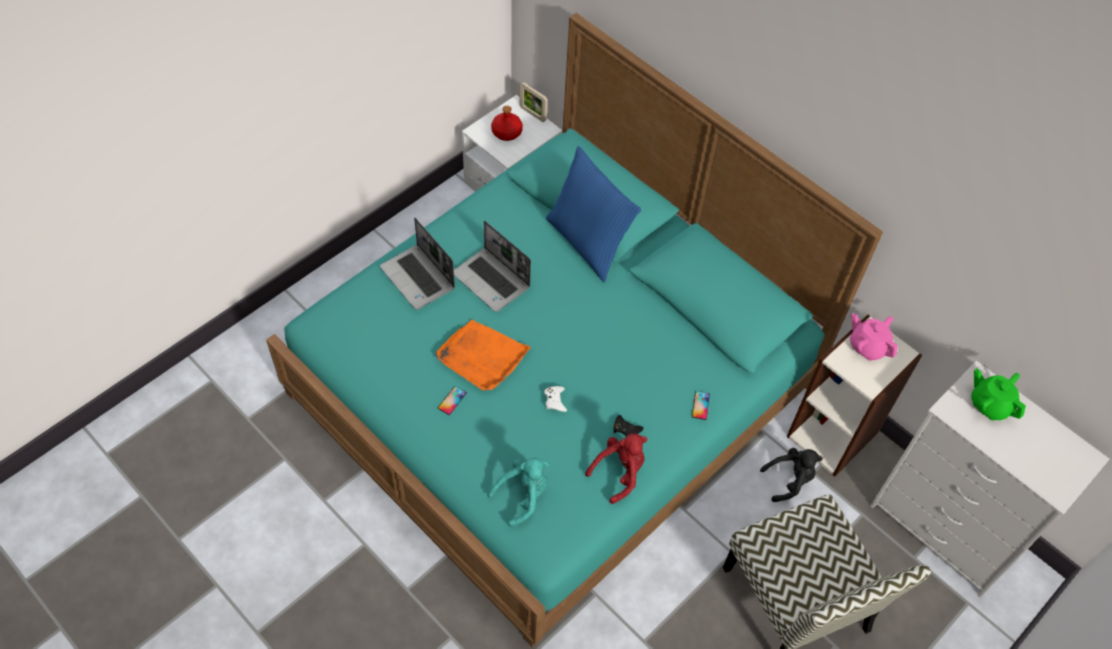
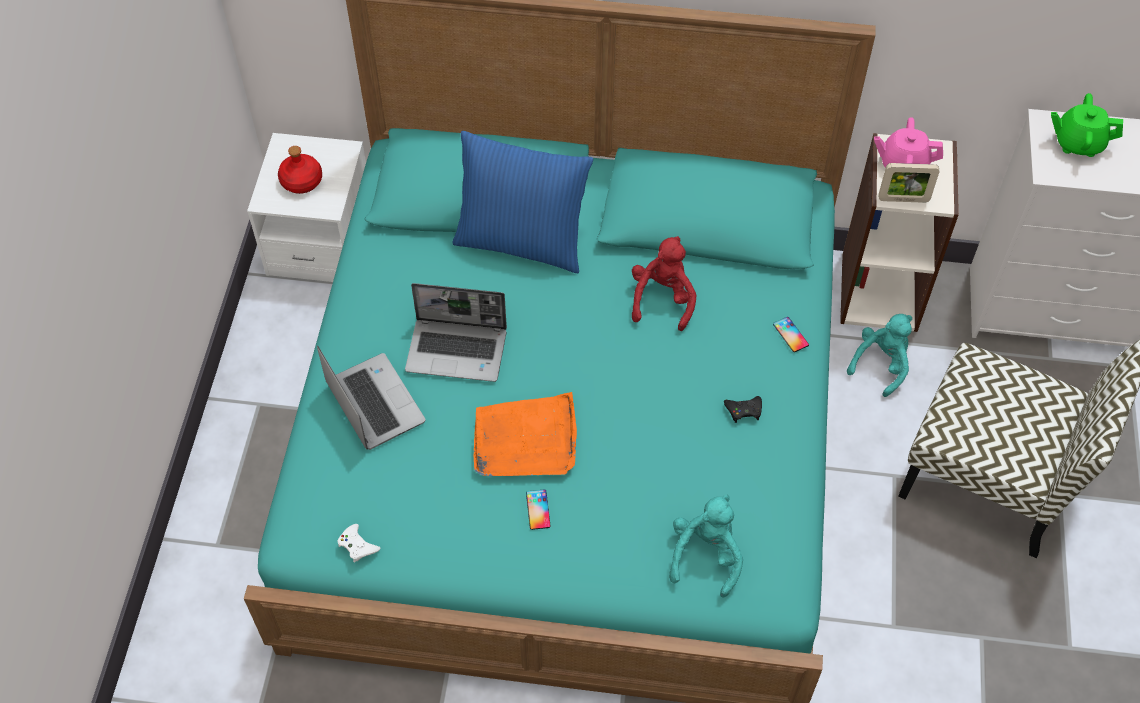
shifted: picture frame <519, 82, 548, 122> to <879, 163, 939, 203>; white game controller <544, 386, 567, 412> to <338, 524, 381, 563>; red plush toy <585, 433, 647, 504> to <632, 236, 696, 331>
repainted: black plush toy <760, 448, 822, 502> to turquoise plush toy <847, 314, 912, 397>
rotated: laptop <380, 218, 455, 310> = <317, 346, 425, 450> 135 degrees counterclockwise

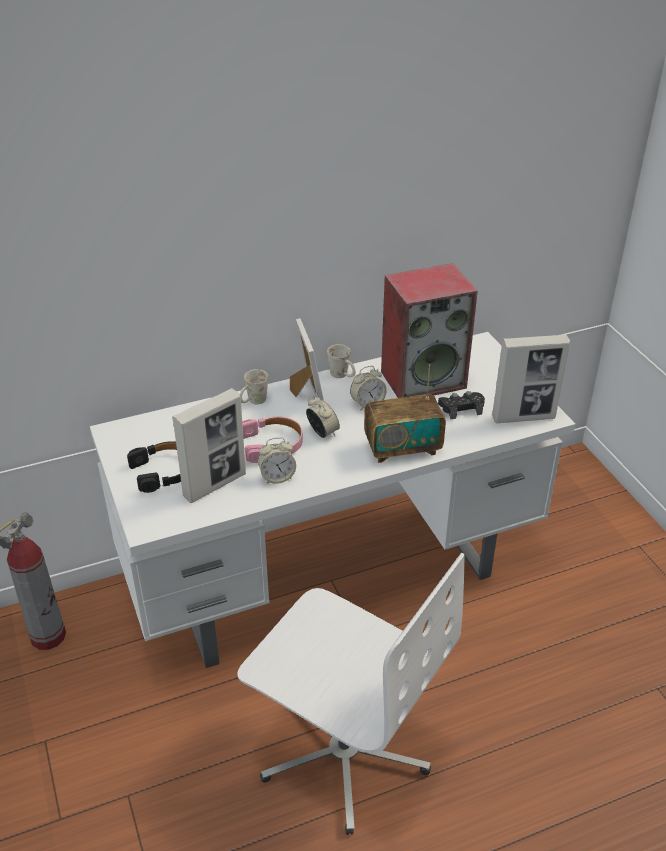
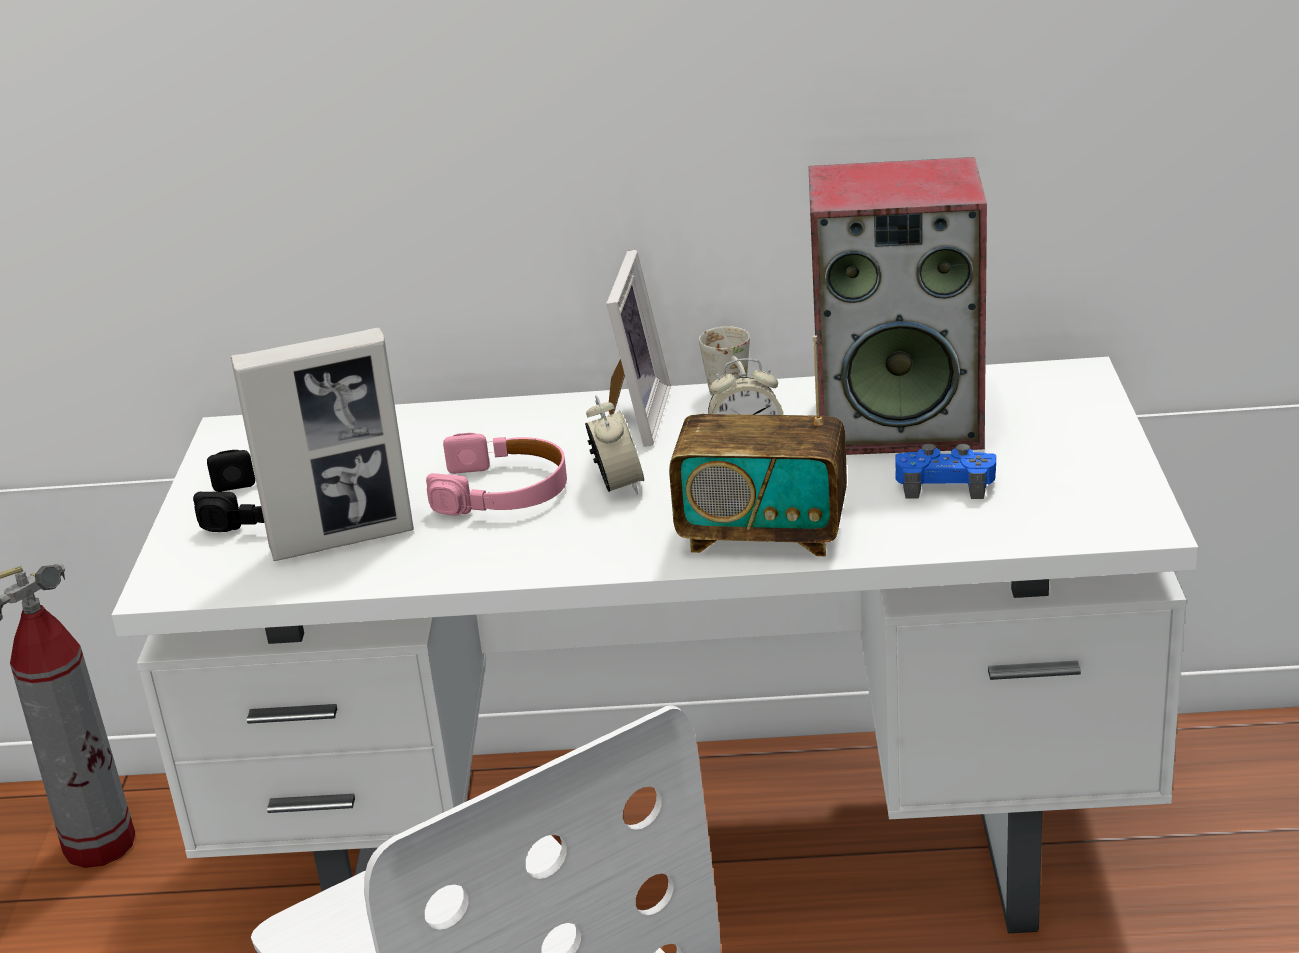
gone: white mug <240, 369, 268, 404>; alarm clock <258, 437, 296, 484>; picture frame <492, 334, 570, 423>
repainted: black game controller <438, 391, 485, 419> to blue game controller <895, 444, 996, 499>

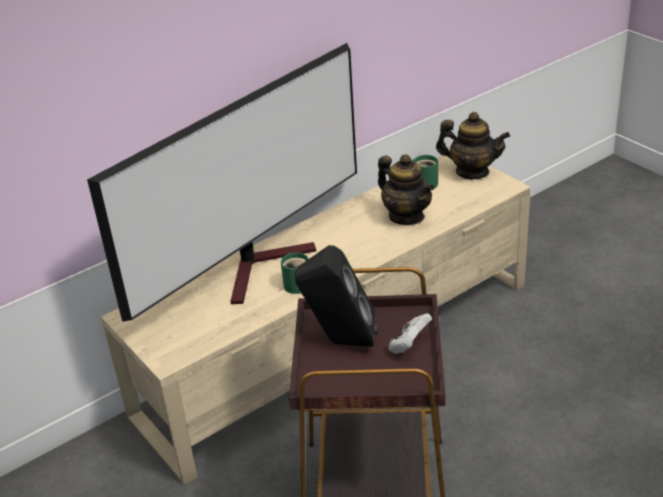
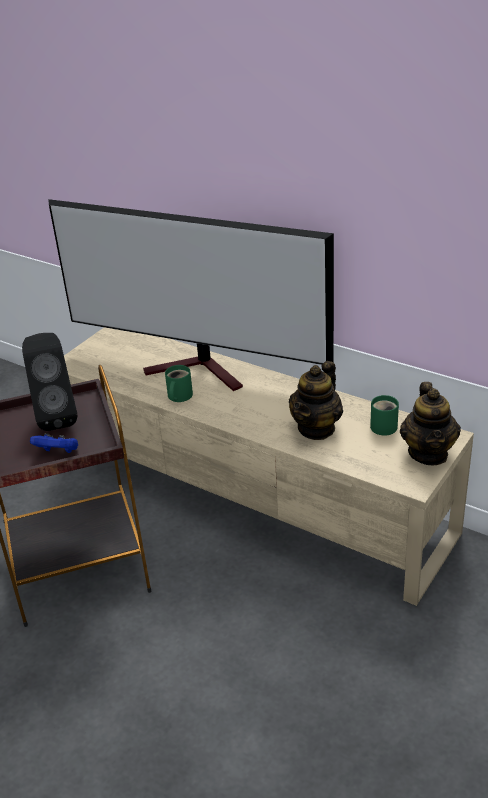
repainted: white game controller <388, 313, 432, 354> to blue game controller <30, 433, 79, 453>

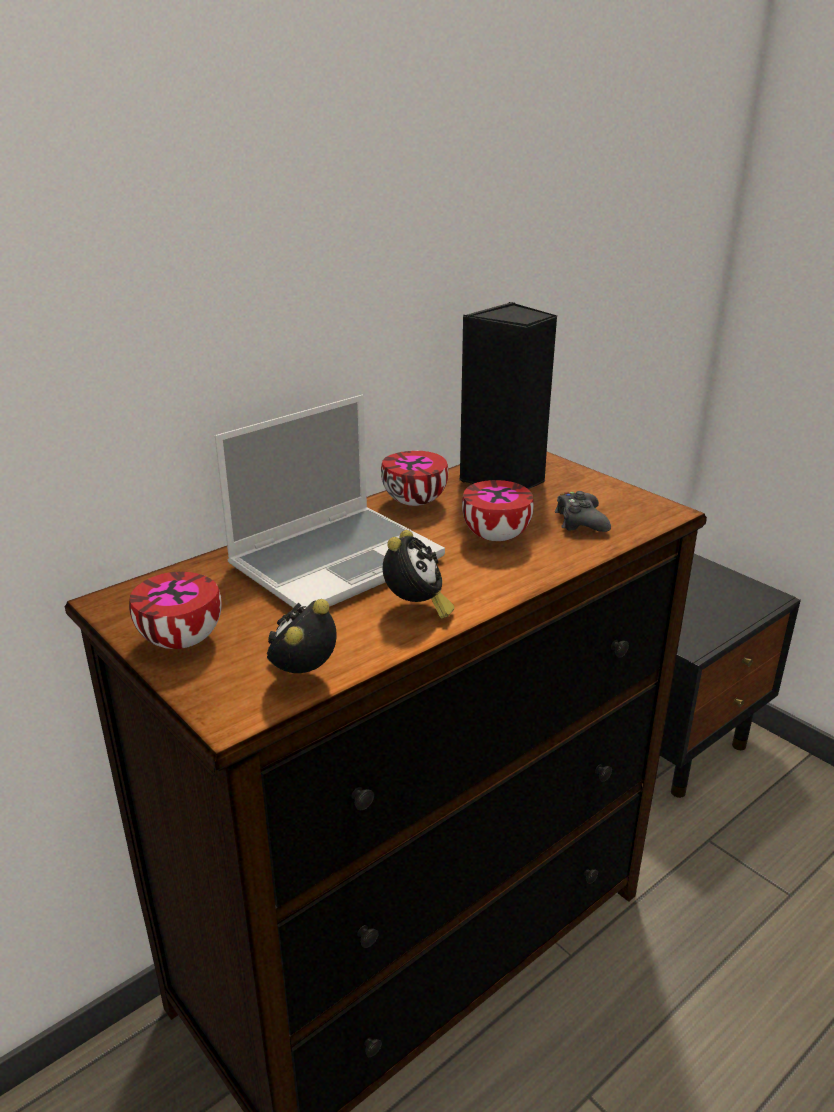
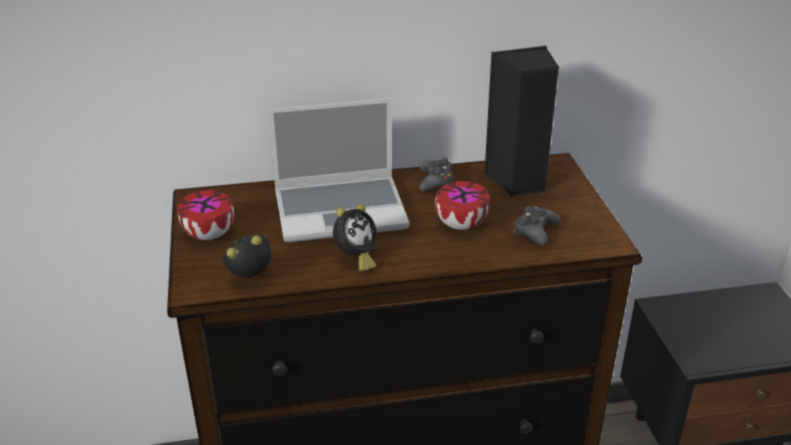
swapped: bowl <381, 451, 448, 506> to black game controller <419, 157, 453, 191>

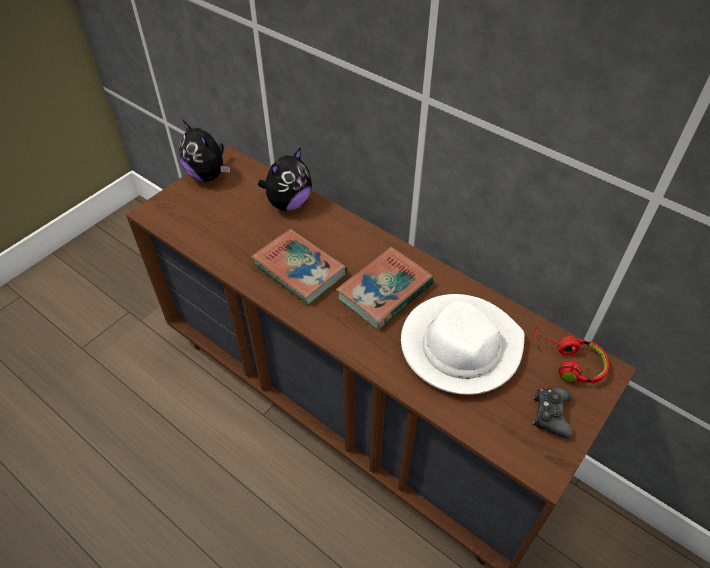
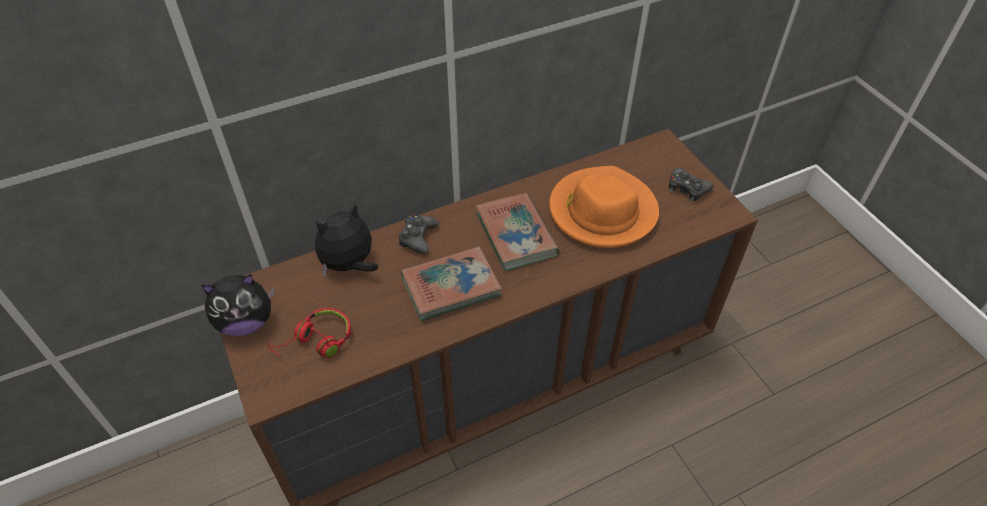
new: black game controller <399, 215, 439, 254>
shifted: red headphones <535, 326, 609, 384> to <268, 308, 351, 358>
repainted: white hat <401, 294, 525, 395> to orange hat <549, 166, 659, 248>
rotated: plush toy <258, 148, 312, 211> = <315, 203, 378, 277> 105 degrees counterclockwise

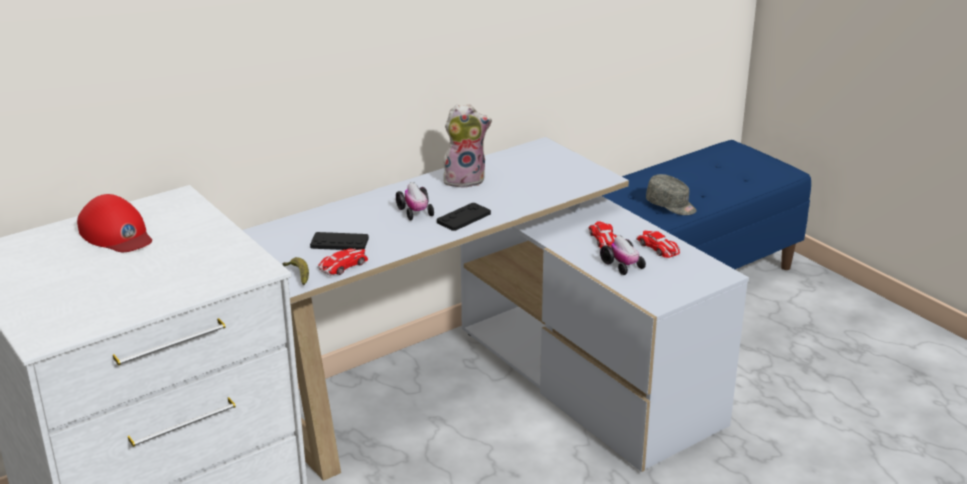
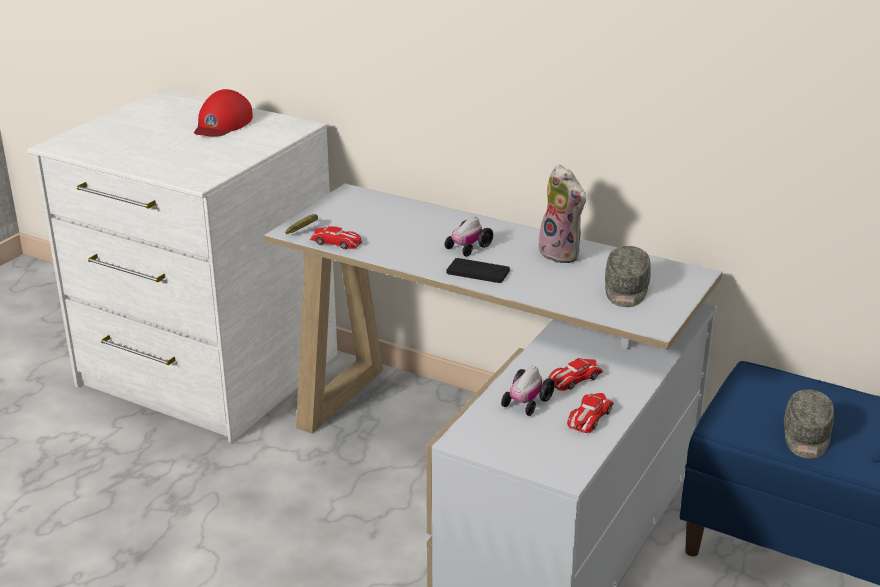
gone: black game controller <310, 232, 369, 250>
new: grey cap <605, 246, 651, 307>

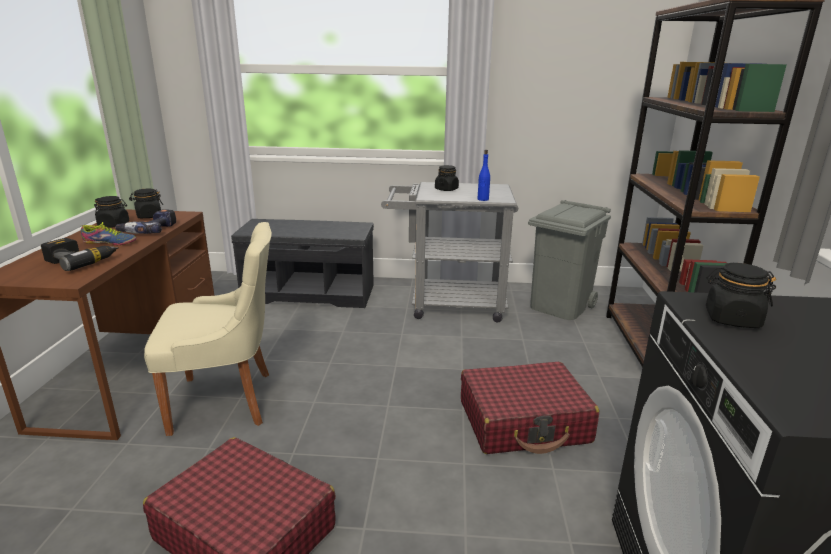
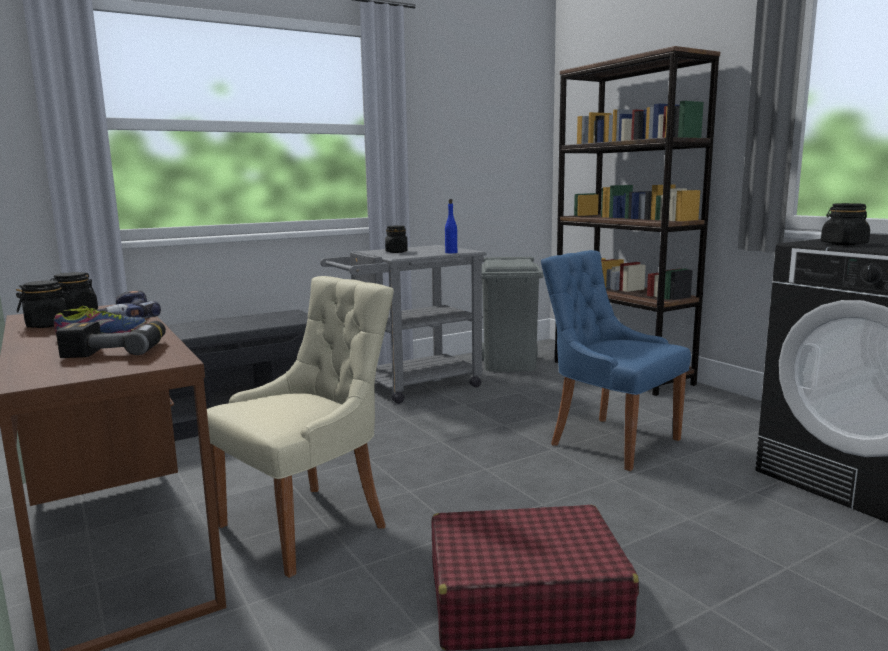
swapped: red suitcase <461, 362, 599, 454> to blue chair <541, 250, 691, 471>

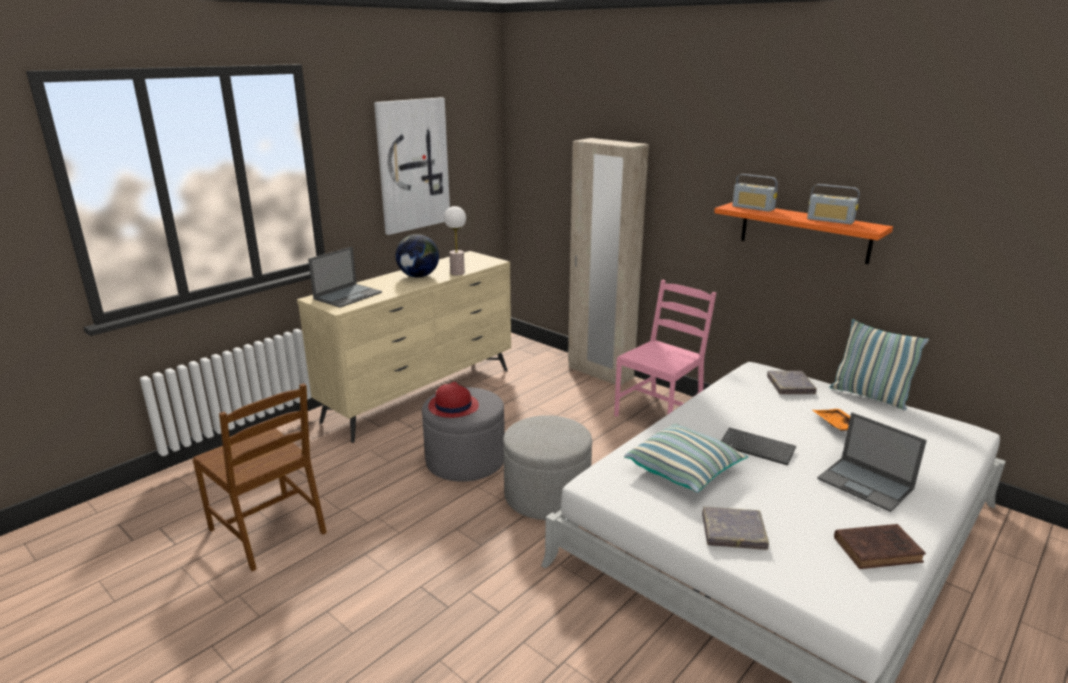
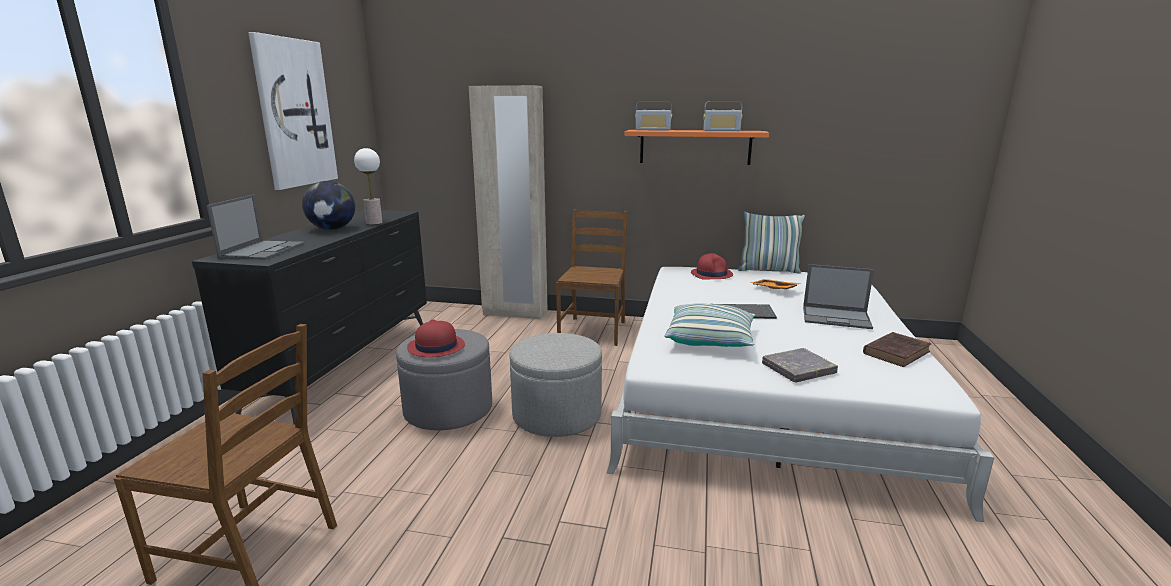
swapped: grey book <767, 371, 817, 394> to red hat <691, 253, 733, 280>
repainted: beige dresser <297, 251, 511, 443> to black dresser <192, 210, 427, 425>; pink chair <614, 280, 716, 417> to brown chair <556, 209, 628, 346>

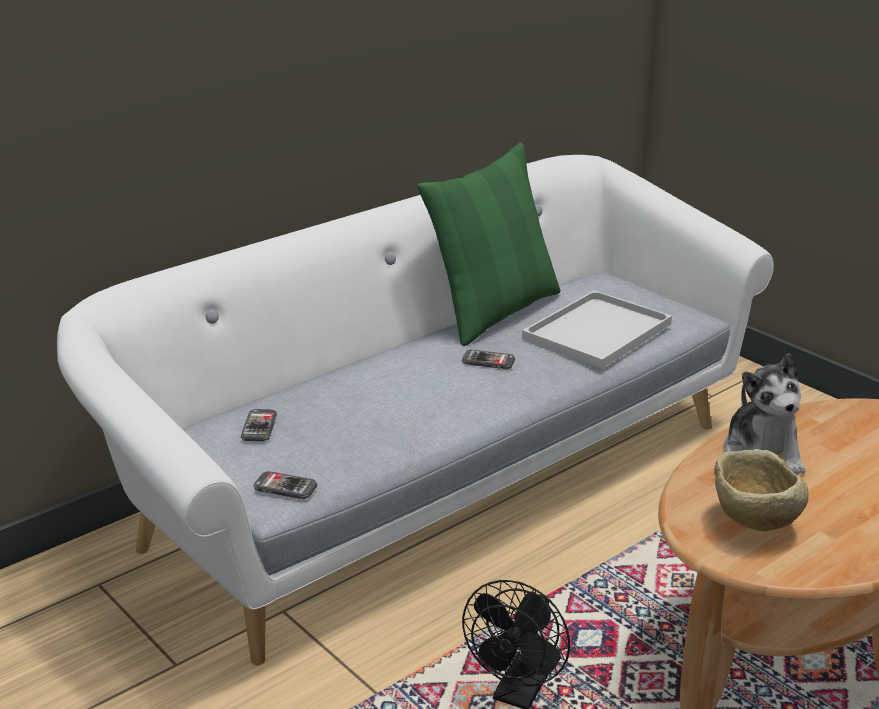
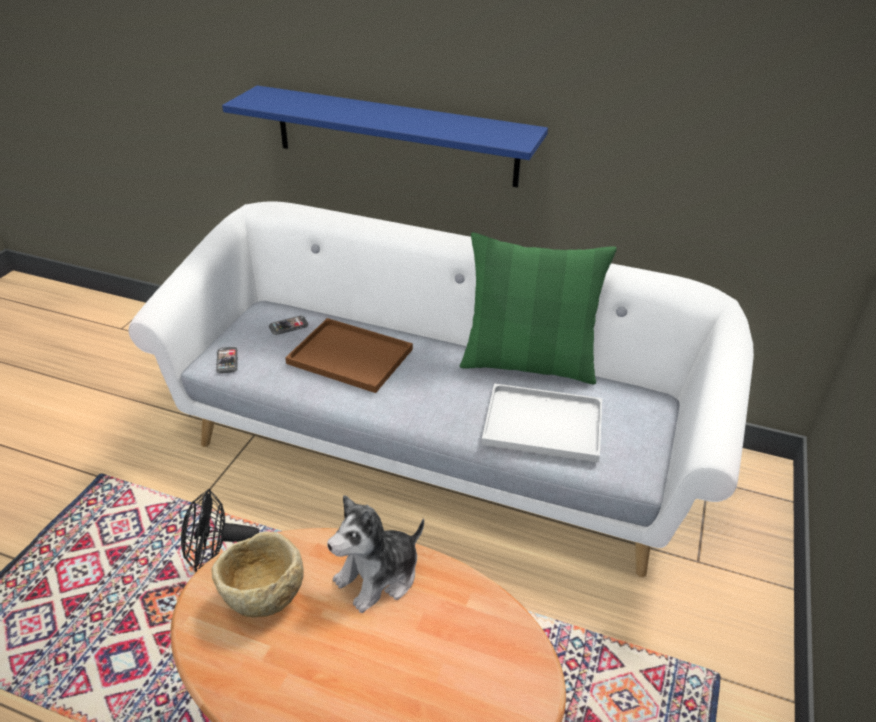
gone: phone <462, 349, 515, 369>
new: blue shelf <222, 85, 548, 188>; brown tray <285, 318, 413, 393>

